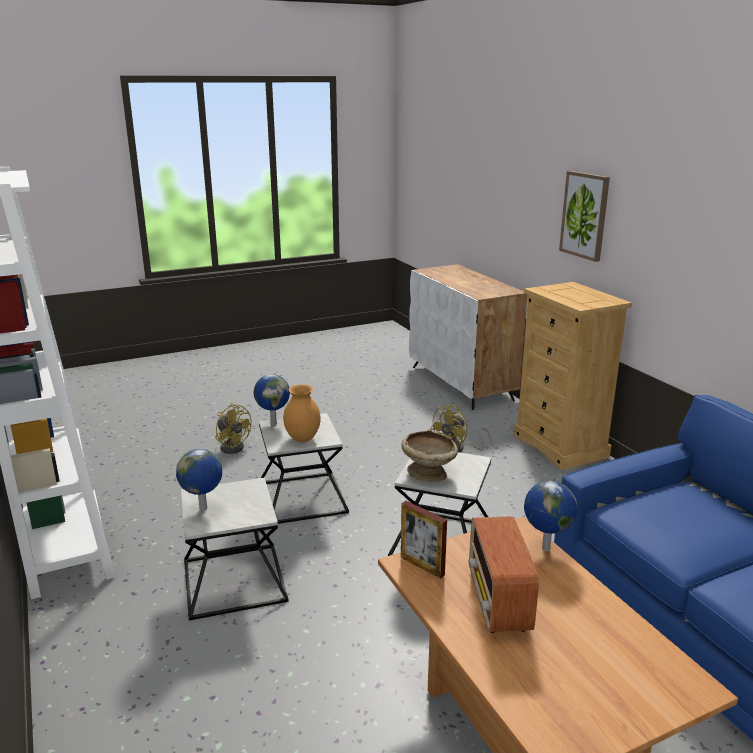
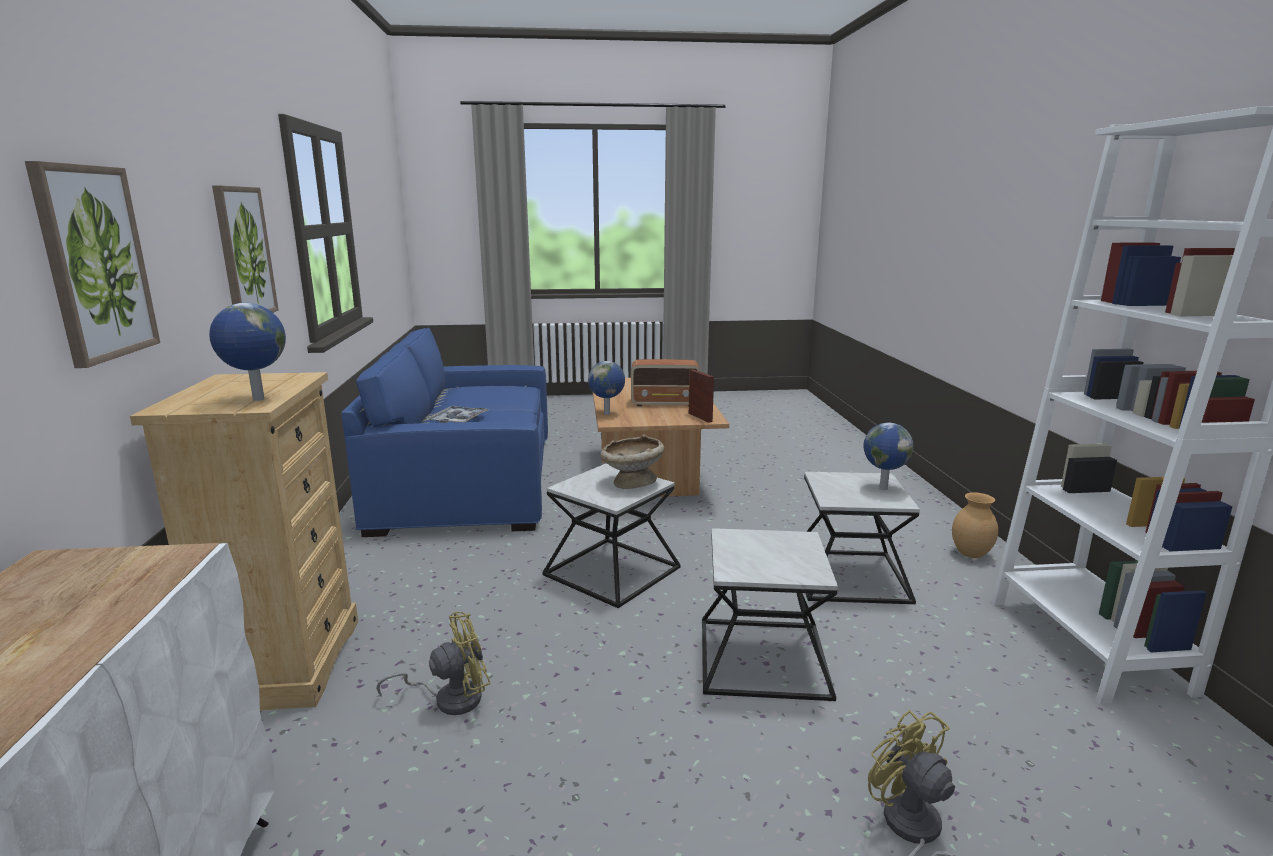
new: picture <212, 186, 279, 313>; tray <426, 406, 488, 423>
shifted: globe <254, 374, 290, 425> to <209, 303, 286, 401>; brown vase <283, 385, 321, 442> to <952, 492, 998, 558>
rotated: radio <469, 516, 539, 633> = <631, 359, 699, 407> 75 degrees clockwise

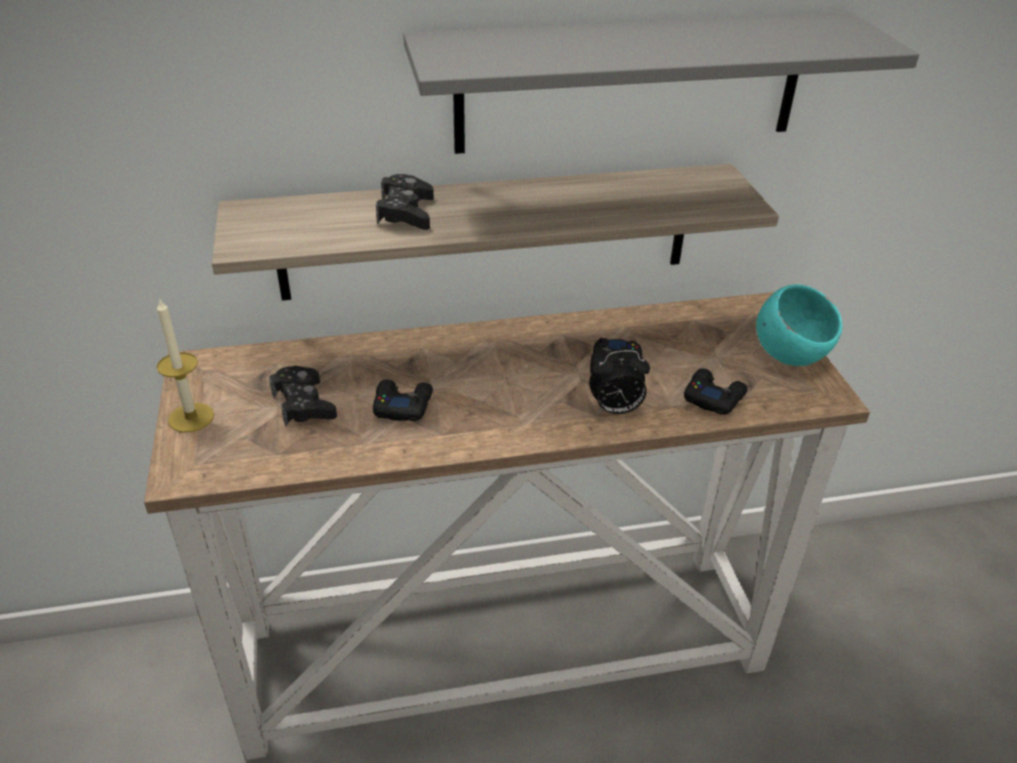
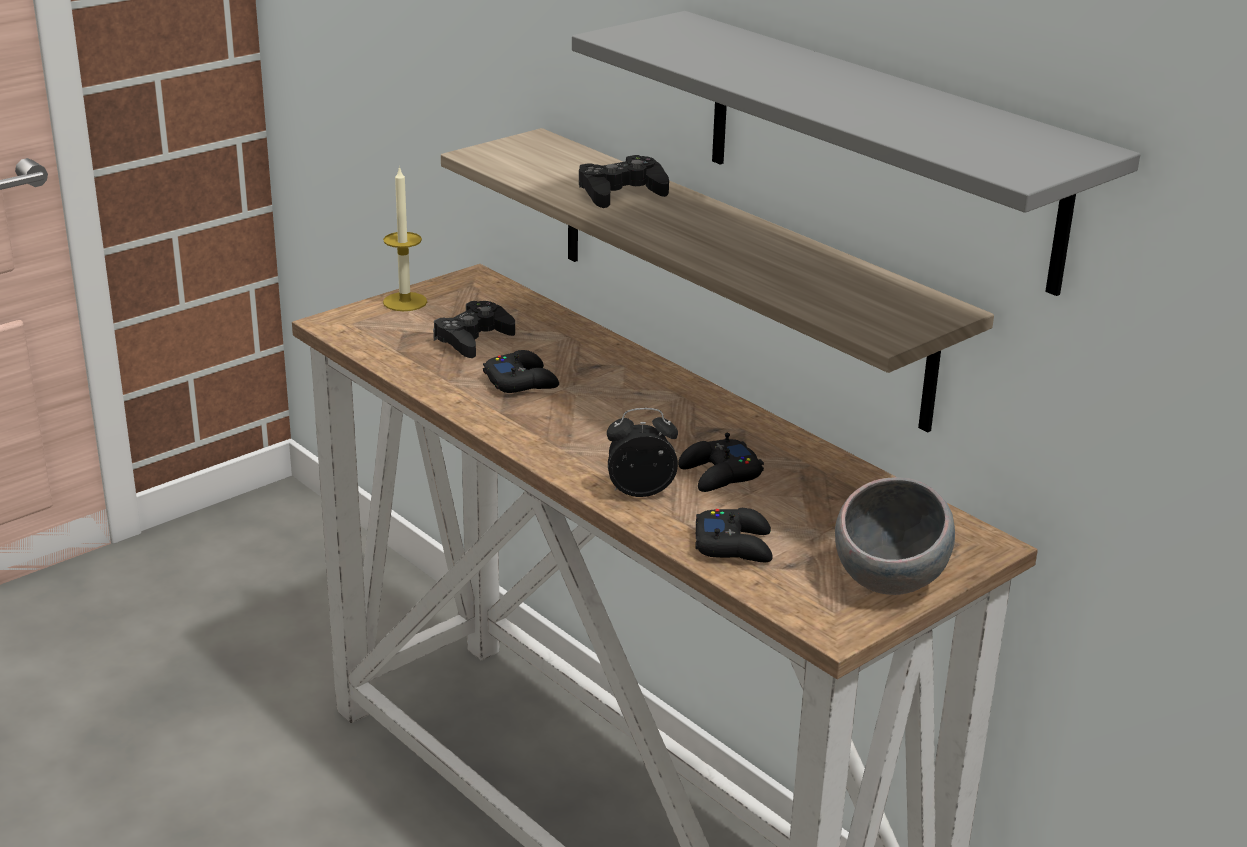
repainted: turquoise bowl <756, 285, 842, 366> to grey bowl <835, 477, 955, 595>
rotated: alarm clock <589, 350, 650, 414> = <607, 408, 678, 497> 120 degrees clockwise

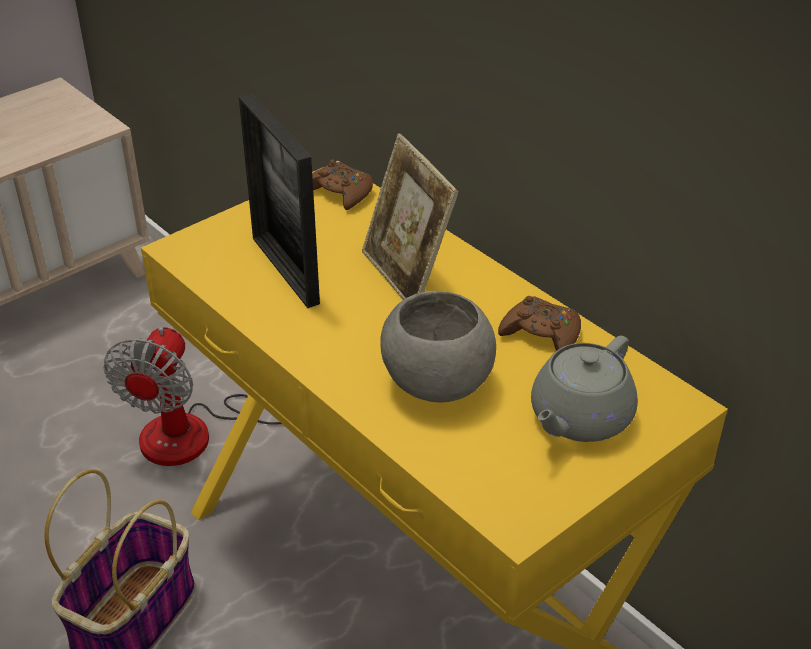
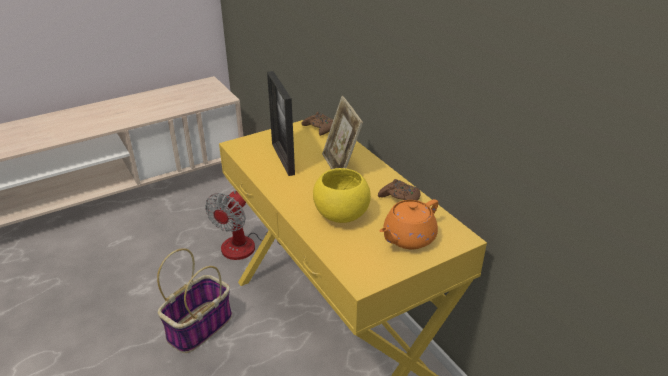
repainted: grey bowl <380, 291, 496, 403> to yellow bowl <313, 168, 371, 223>; grey teapot <531, 336, 638, 442> to orange teapot <379, 199, 438, 249>

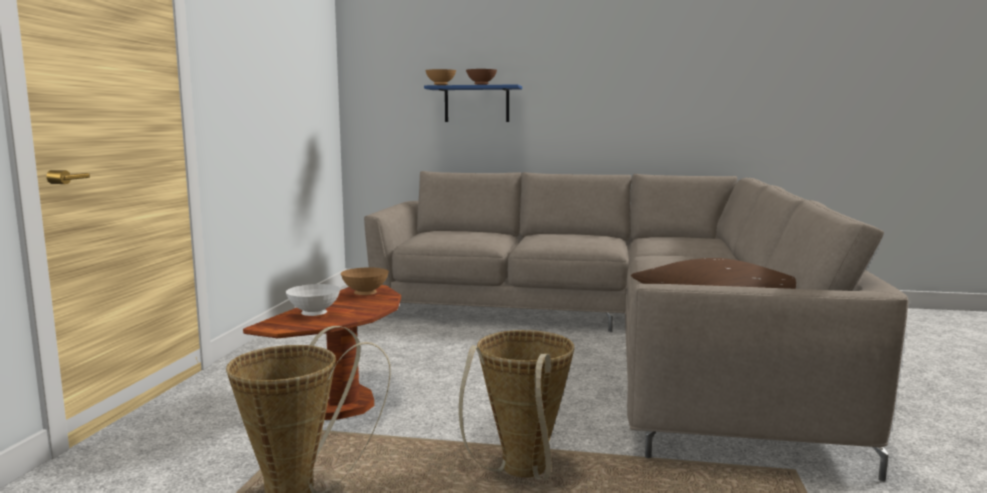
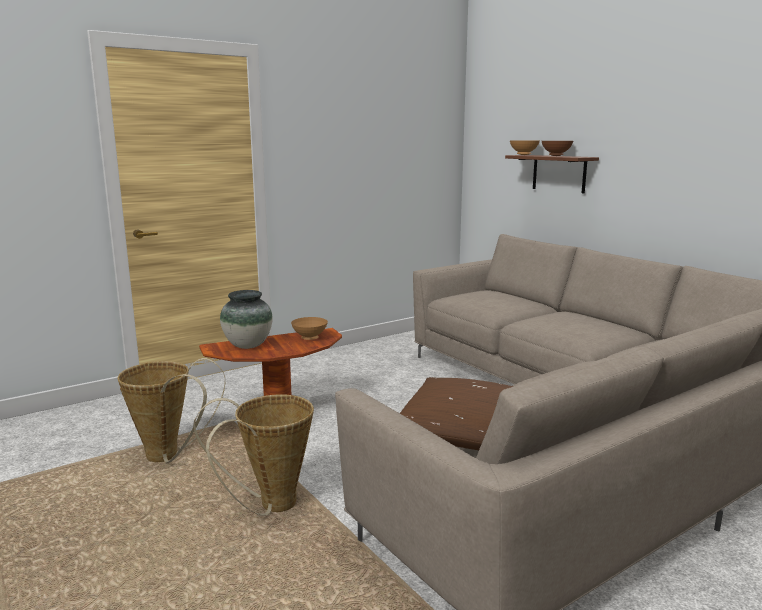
swapped: white bowl <286, 284, 340, 316> to vase <220, 290, 273, 349>
repainted: blue shelf <424, 84, 522, 122> to brown shelf <505, 155, 599, 193>

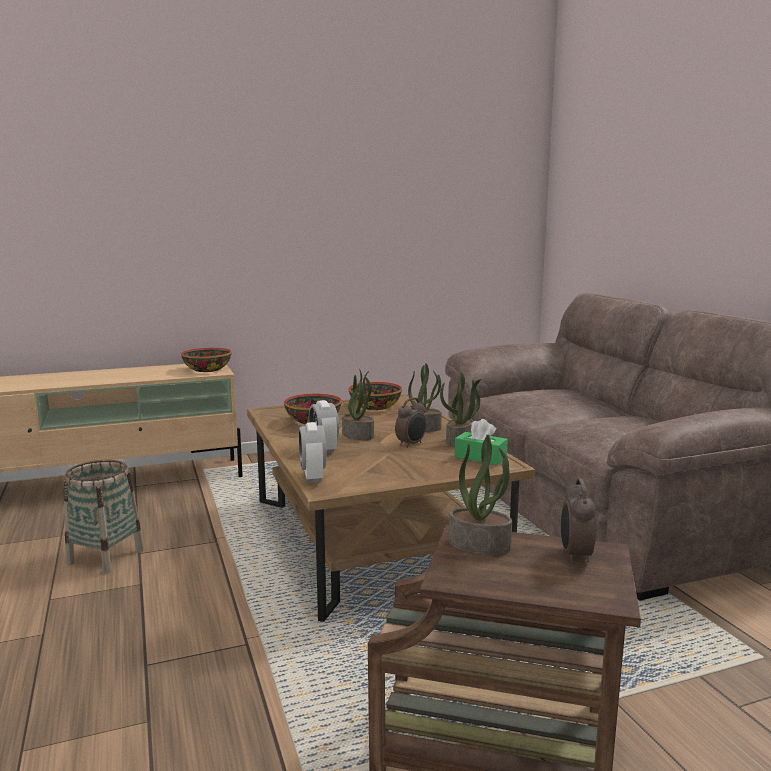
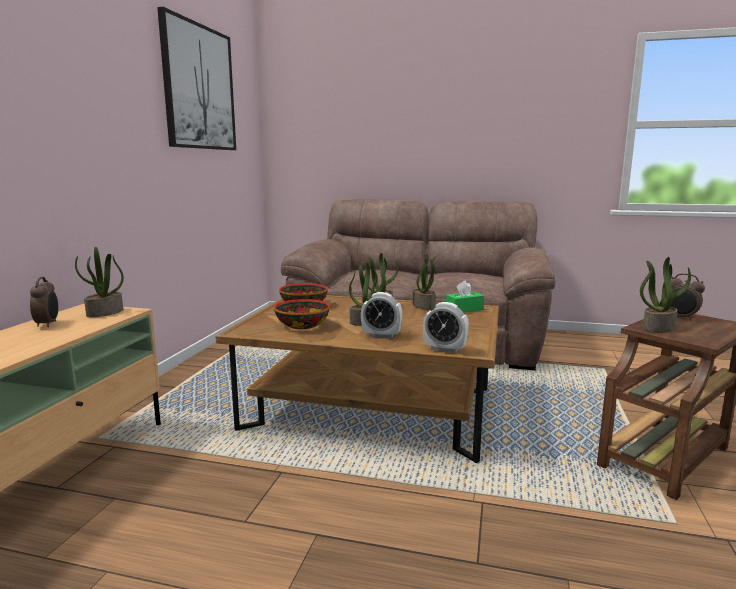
gone: basket <64, 460, 144, 574>
new: picture <157, 7, 236, 150>
shifted: alarm clock <395, 398, 427, 448> to <30, 277, 58, 327>
swapped: bowl <181, 348, 232, 372> to potted plant <75, 247, 124, 317>

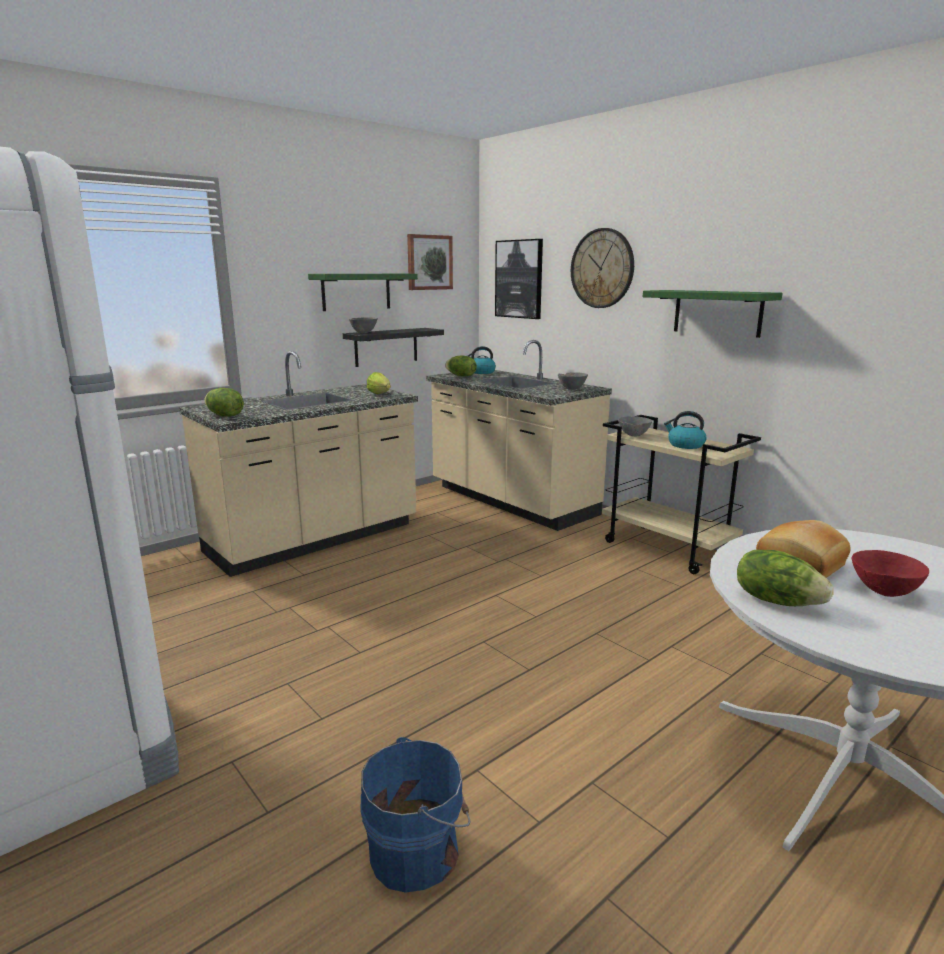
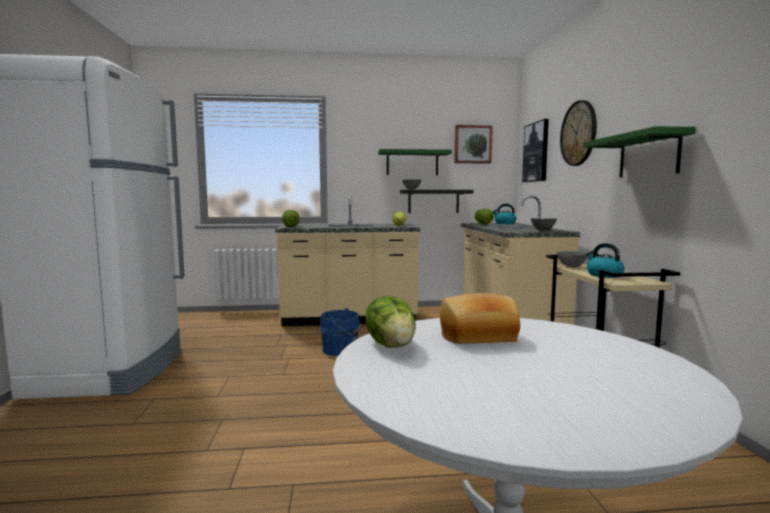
gone: red bowl <852, 550, 929, 597>
shifted: blue bucket <360, 737, 471, 893> to <320, 308, 362, 356>

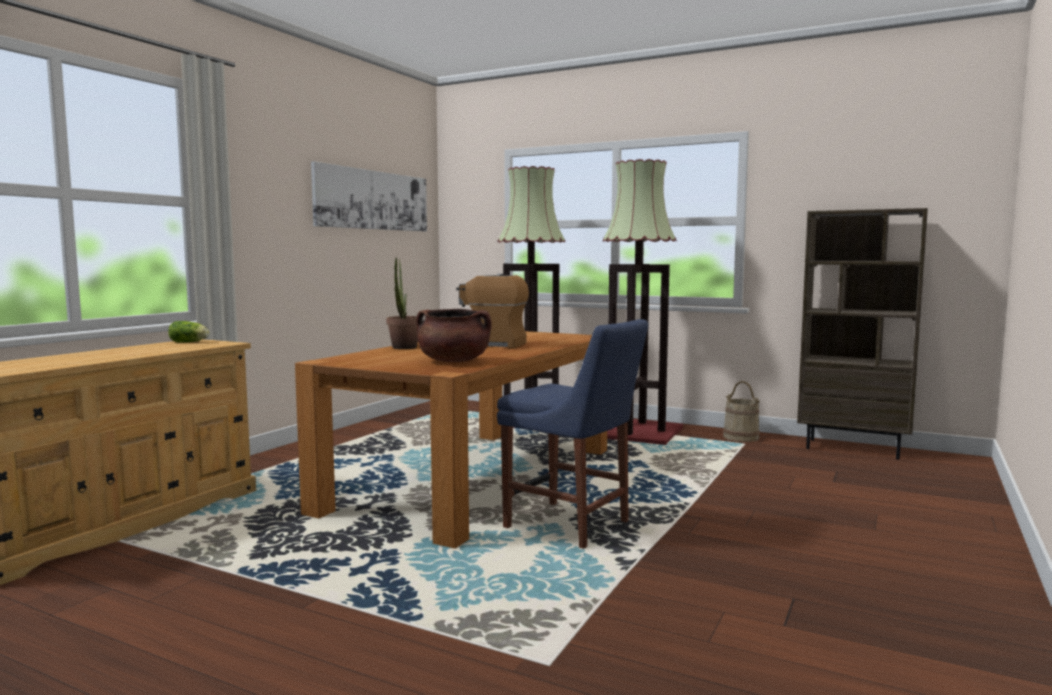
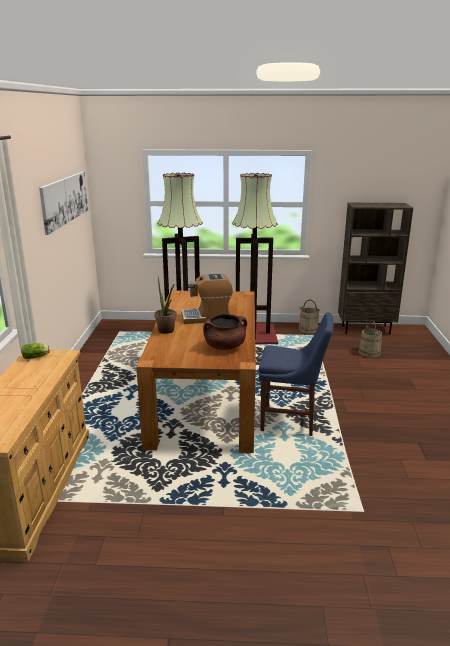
new: beige bucket <359, 320, 382, 358>

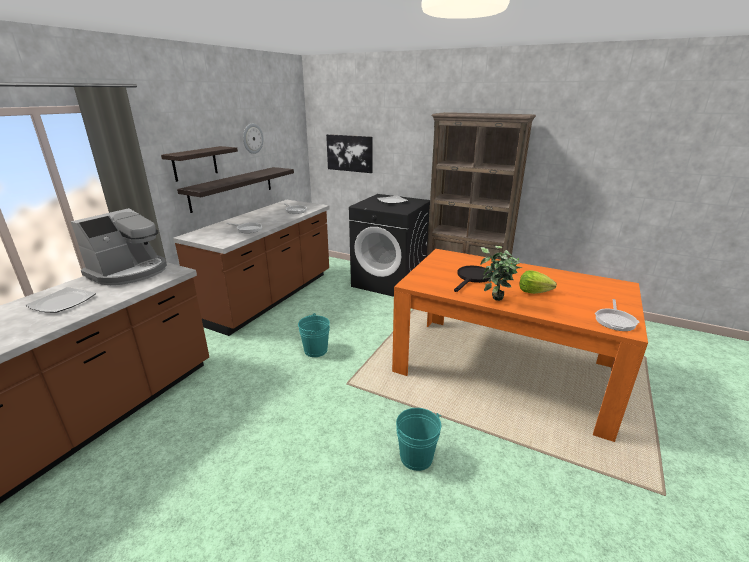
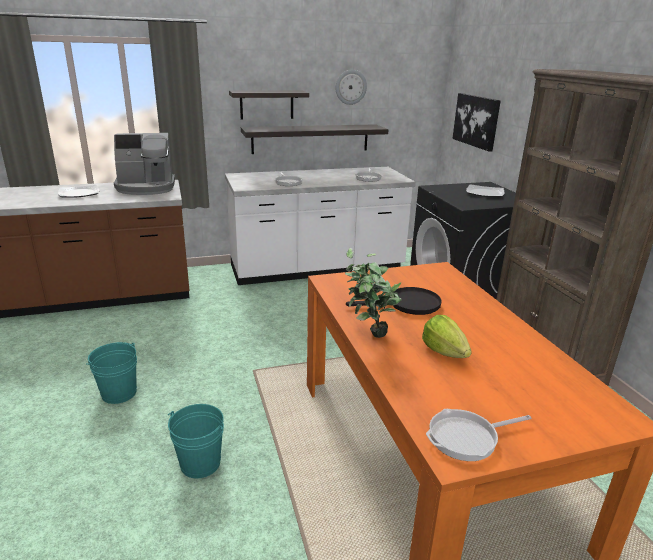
shifted: turquoise bucket <298, 313, 330, 357> to <86, 342, 137, 404>
repainted: brown counter <173, 200, 330, 336> to white counter <225, 167, 416, 285>

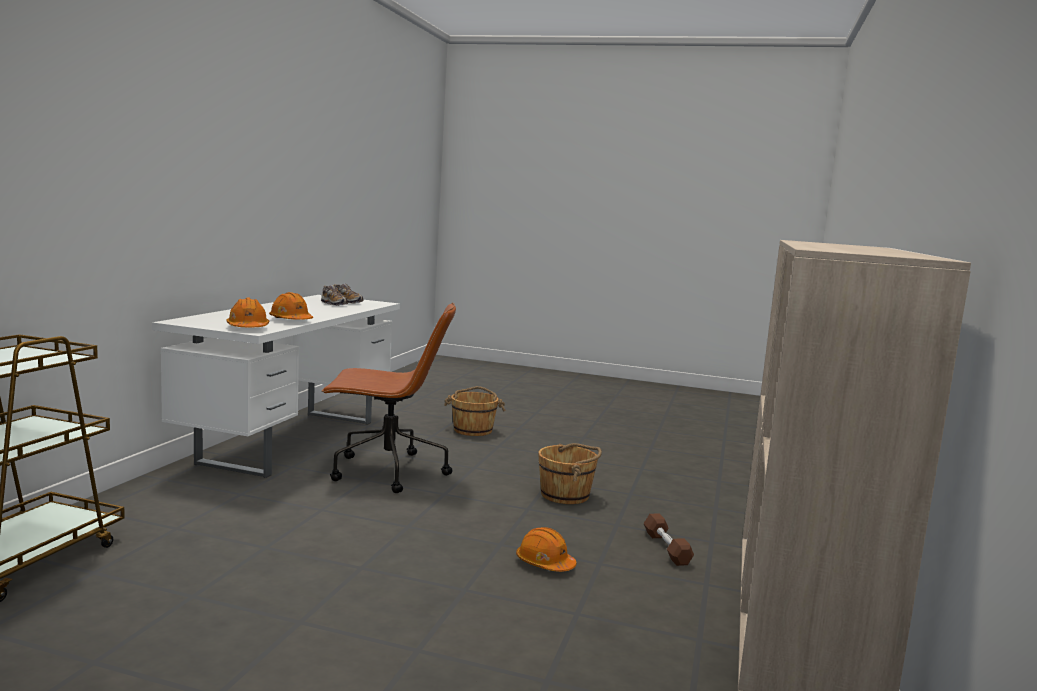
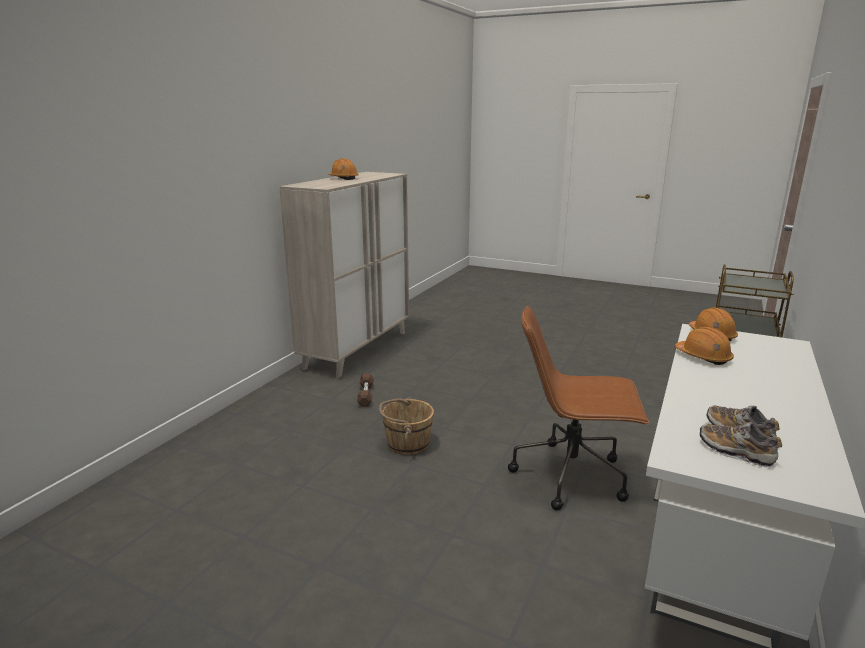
gone: brown bucket <444, 386, 506, 436>
shifted: orange hard hat <516, 527, 577, 572> to <328, 158, 358, 180>

